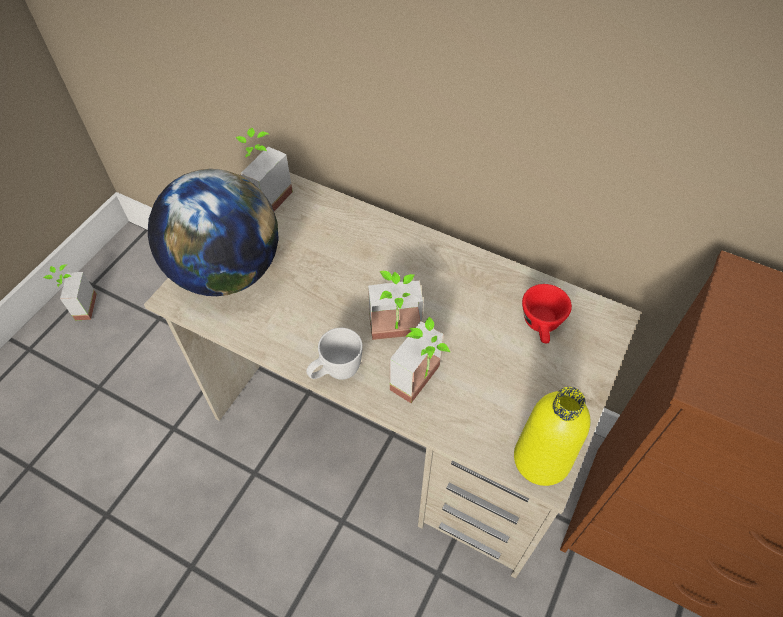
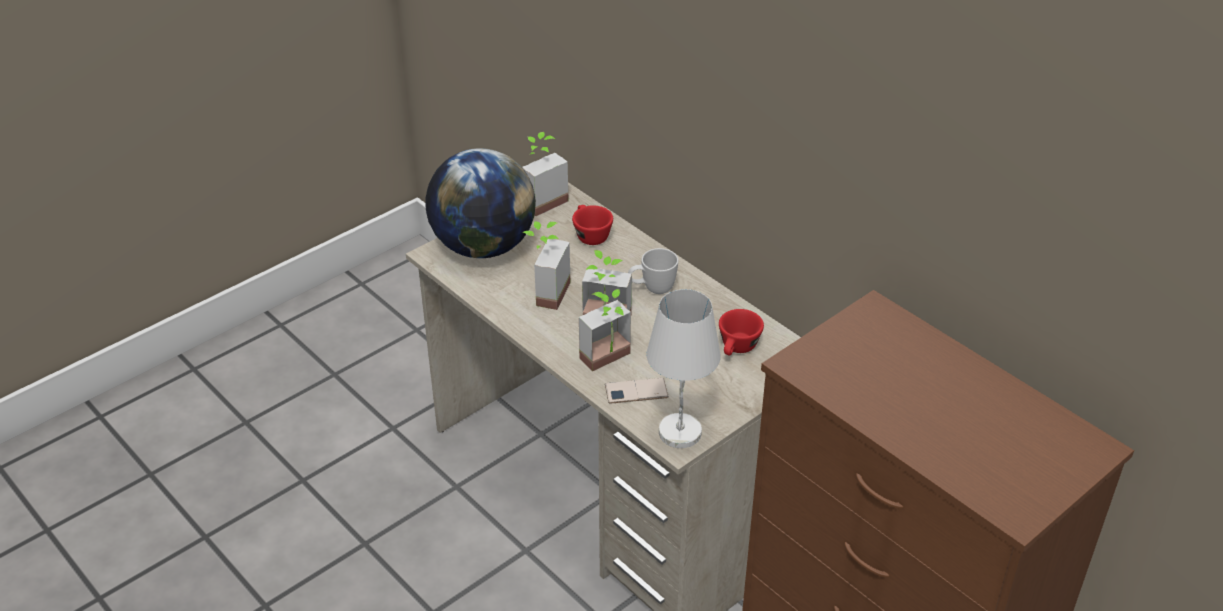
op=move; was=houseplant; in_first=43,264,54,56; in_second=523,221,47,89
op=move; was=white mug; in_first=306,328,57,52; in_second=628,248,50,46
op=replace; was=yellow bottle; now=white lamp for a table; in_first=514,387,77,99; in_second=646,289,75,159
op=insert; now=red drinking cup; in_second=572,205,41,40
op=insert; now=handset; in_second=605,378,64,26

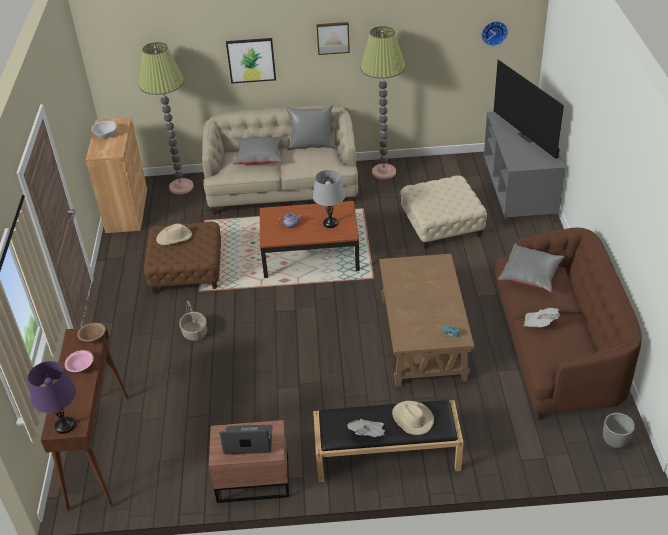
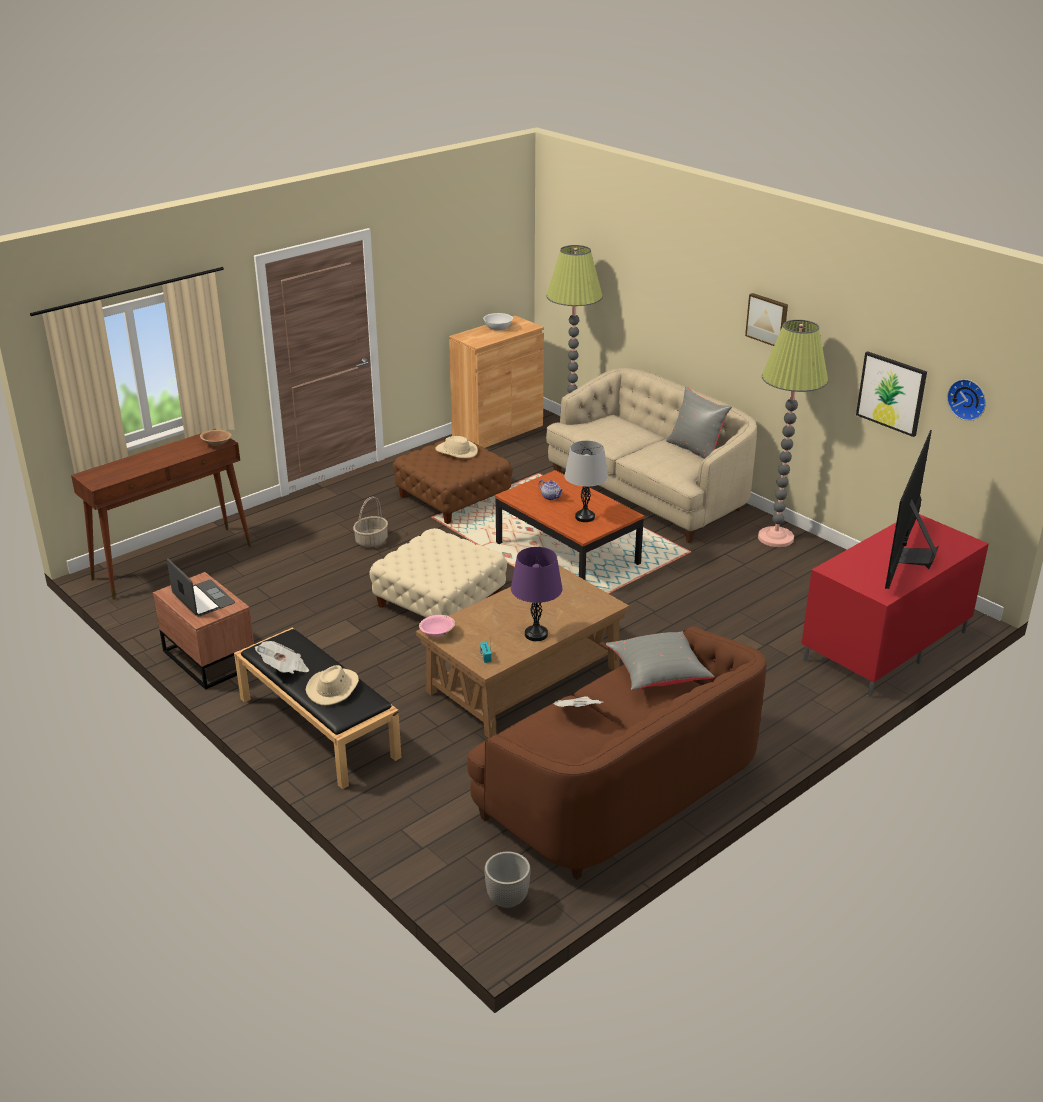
op=move; was=picture; in_first=226,38,50,46; in_second=856,351,71,86
op=recolor; was=gray tv unit; now=red tv unit; in_first=484,111,82,115; in_second=802,514,187,183
op=delete; was=gray throw pillow; in_first=232,136,51,29
op=move; was=beige-coloured footrest; in_first=400,175,87,74; in_second=369,528,138,90
op=move; was=pink-coloured deep dish; in_first=65,350,29,22; in_second=419,615,36,22
op=move; was=purple-coloured lamp for a table; in_first=28,361,48,73; in_second=511,547,52,94

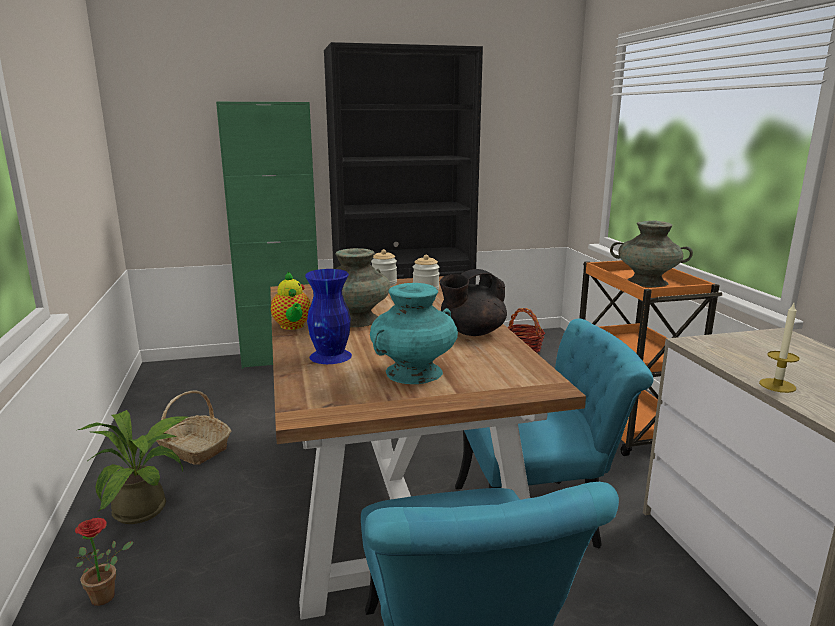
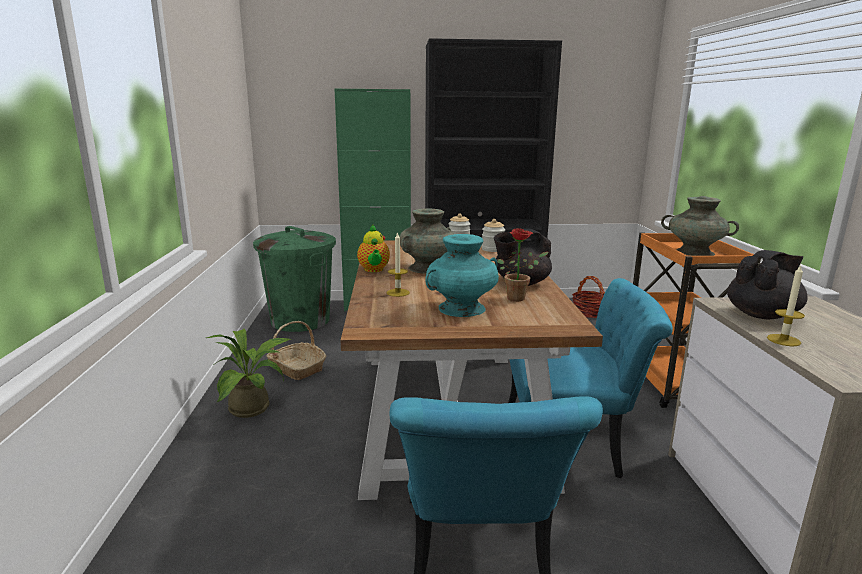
op=replace; was=blue-coloured flower vase; now=candle; in_first=305,269,47,95; in_second=386,232,24,65
op=move; was=houseplant; in_first=75,518,59,88; in_second=497,228,51,73
op=insert; now=green trash can; in_second=253,226,83,106
op=insert; now=blackish teapot; in_second=727,250,81,69

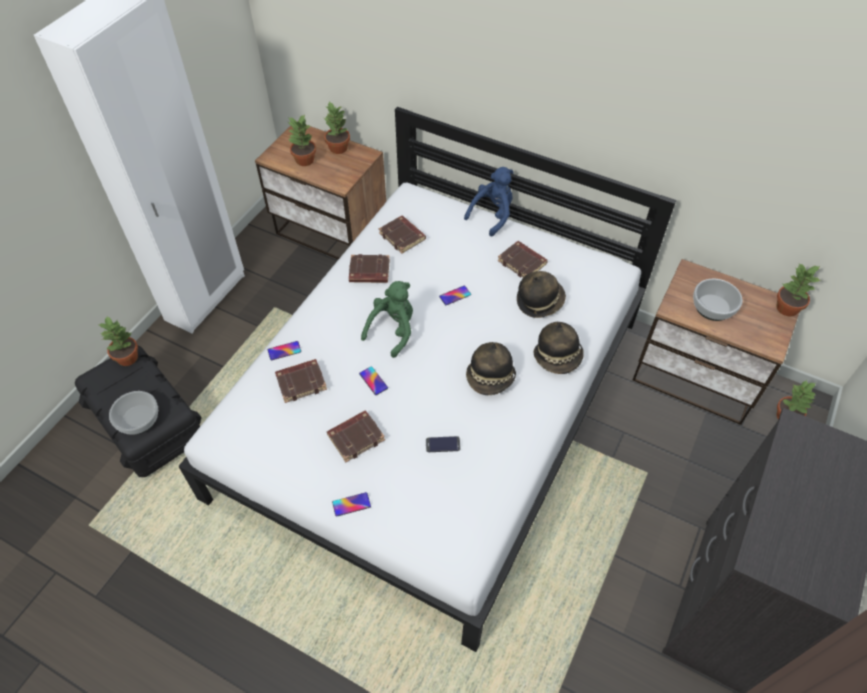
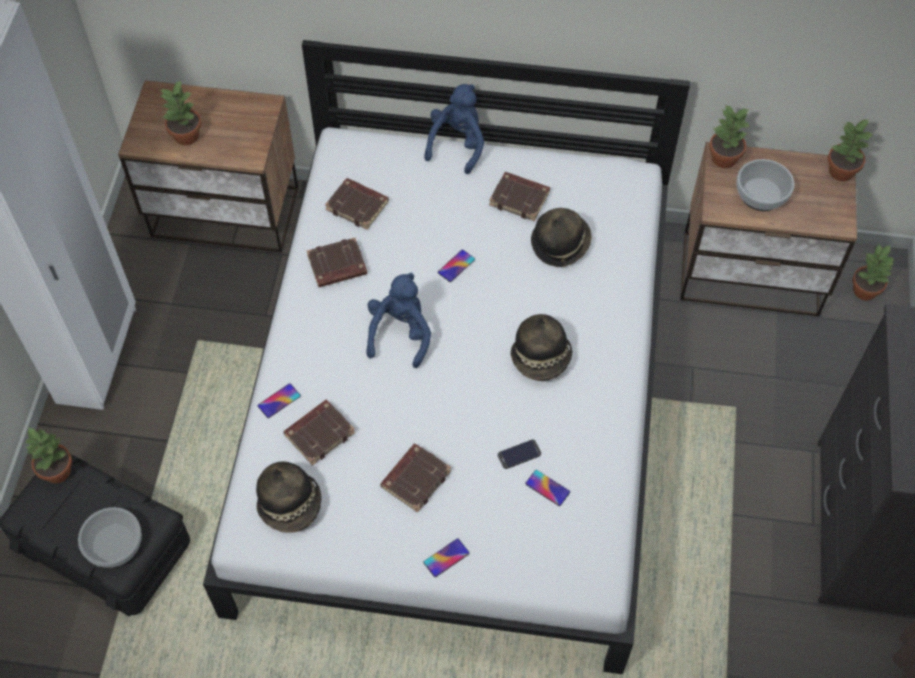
op=move; was=houseplant; in_first=324,102,26,52; in_second=709,104,40,64
op=recolor; was=green soft toy; now=blue-coloured soft toy; in_first=361,281,52,77; in_second=366,273,65,95
op=move; was=wearable hat; in_first=534,322,50,52; in_second=256,461,65,72
op=move; was=handset; in_first=359,367,29,28; in_second=525,470,45,36

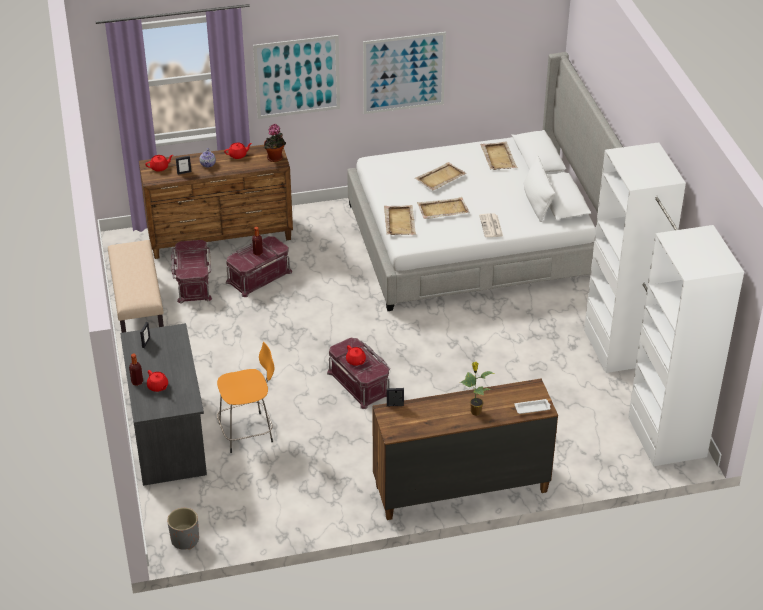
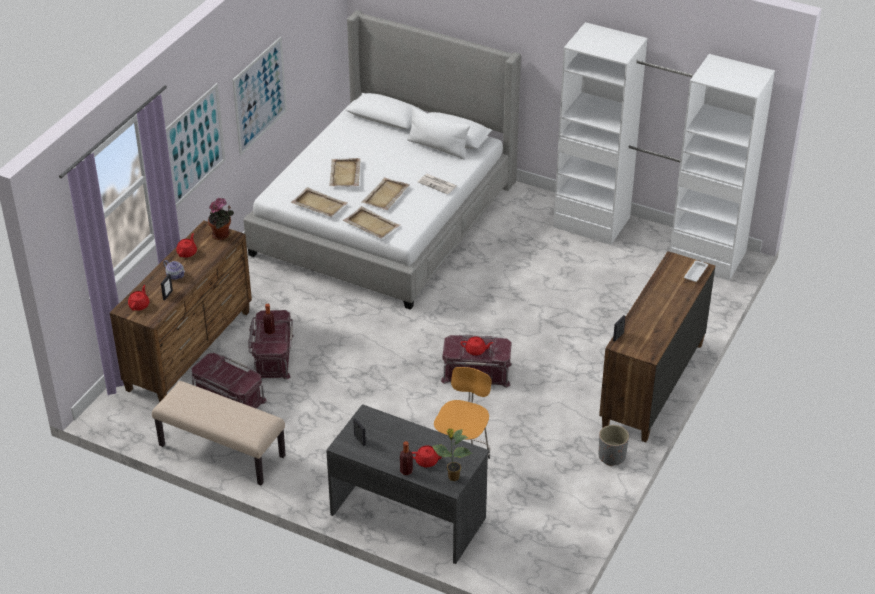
op=move; was=beige-coloured tray; in_first=480,142,38,28; in_second=291,187,57,30
op=move; was=houseplant; in_first=460,362,34,54; in_second=432,429,41,52
op=move; was=gray plant pot; in_first=167,508,32,42; in_second=598,425,31,41

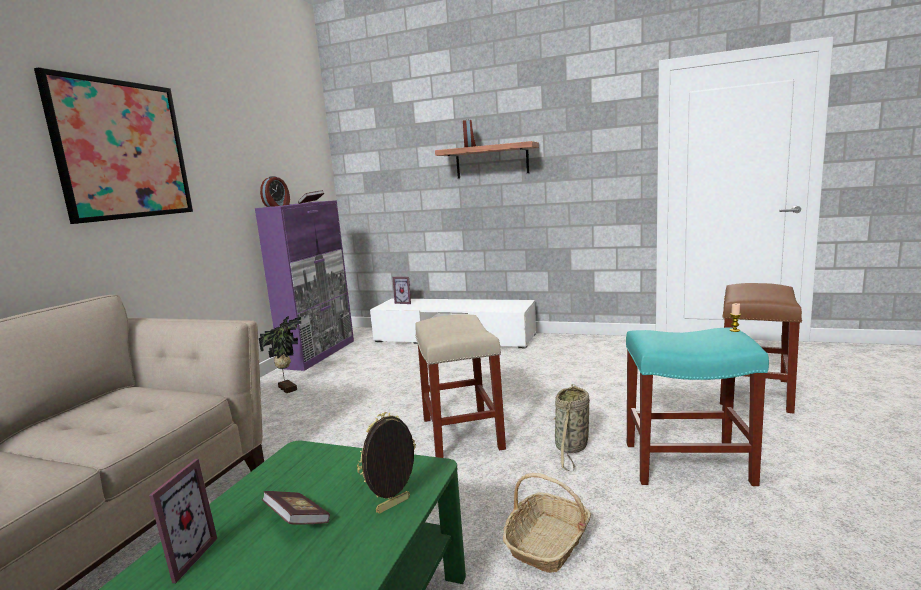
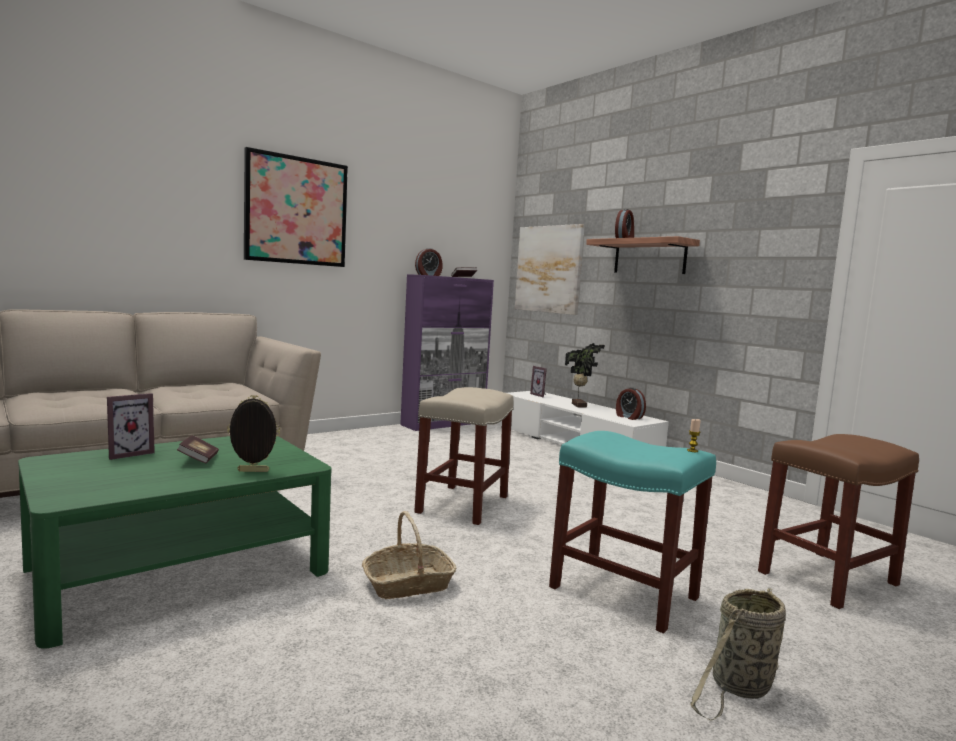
op=move; was=houseplant; in_first=259,316,42,77; in_second=565,343,40,65
op=move; was=household basket; in_first=552,384,38,87; in_second=690,588,96,132
op=insert; now=picture; in_second=515,224,70,91
op=insert; now=bedside clock; in_second=616,387,30,33

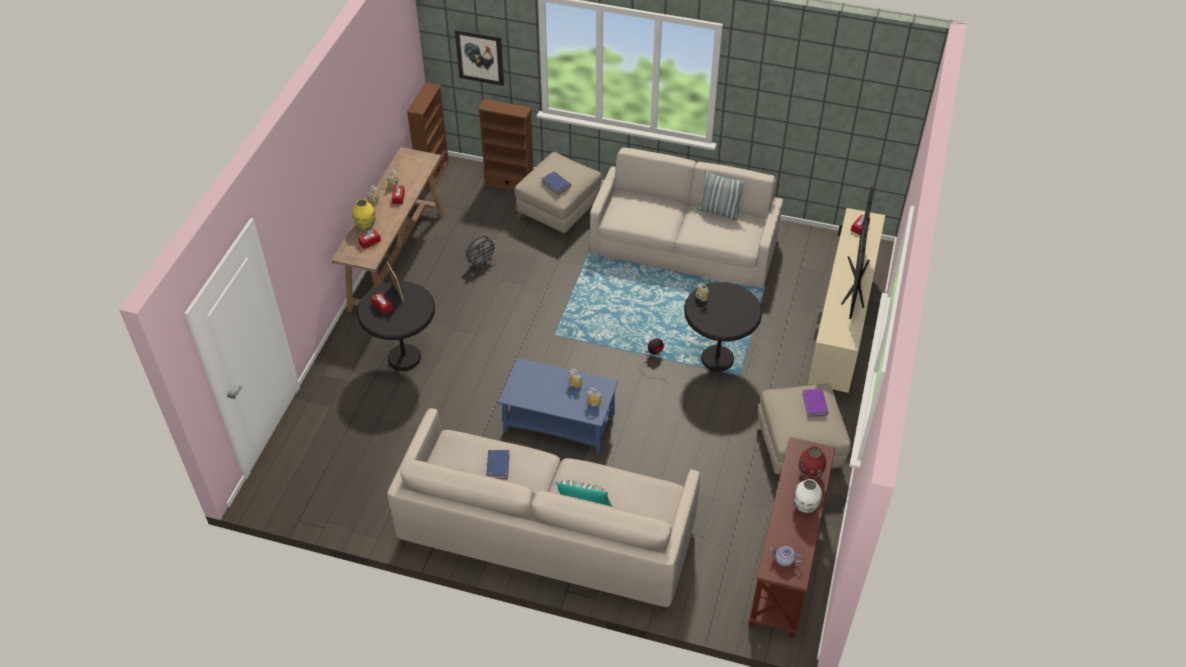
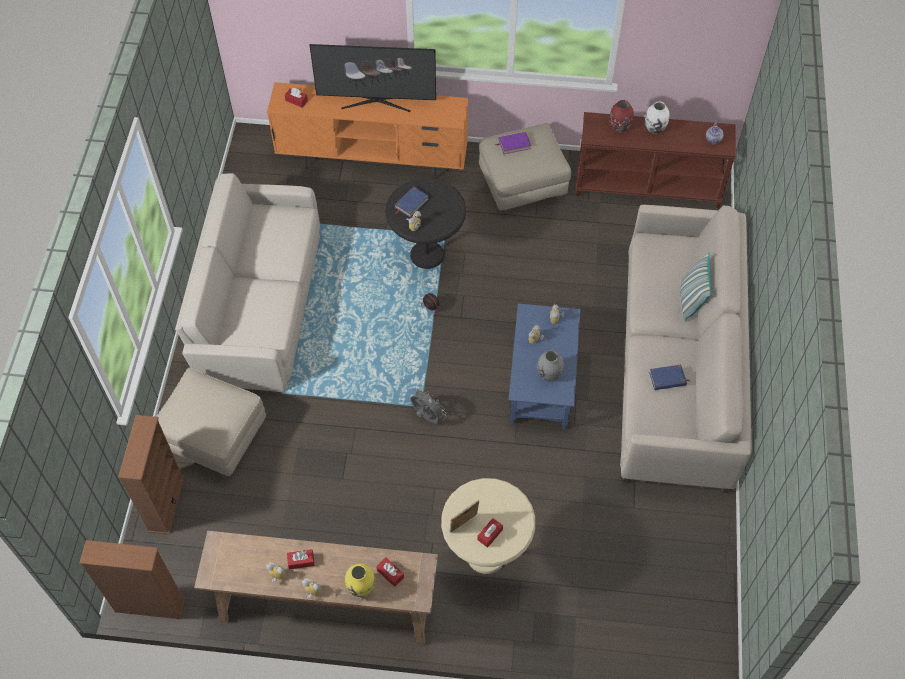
op=delete; was=picture; in_first=455,29,49,57
op=delete; was=throw pillow; in_first=696,170,50,51
op=move; was=blue-coloured book; in_first=541,171,30,24; in_second=394,186,35,31
op=recolor; was=beige-coloured tv unit; now=orangey tv unit; in_first=808,208,77,185; in_second=267,82,201,97
op=move; was=gray fan; in_first=466,236,32,32; in_second=410,388,36,36
op=recolor; was=blackish accent table; now=beige-coloured accent table; in_first=357,281,78,90; in_second=441,478,94,96
op=insert; now=gray flower vase; in_second=537,350,27,31

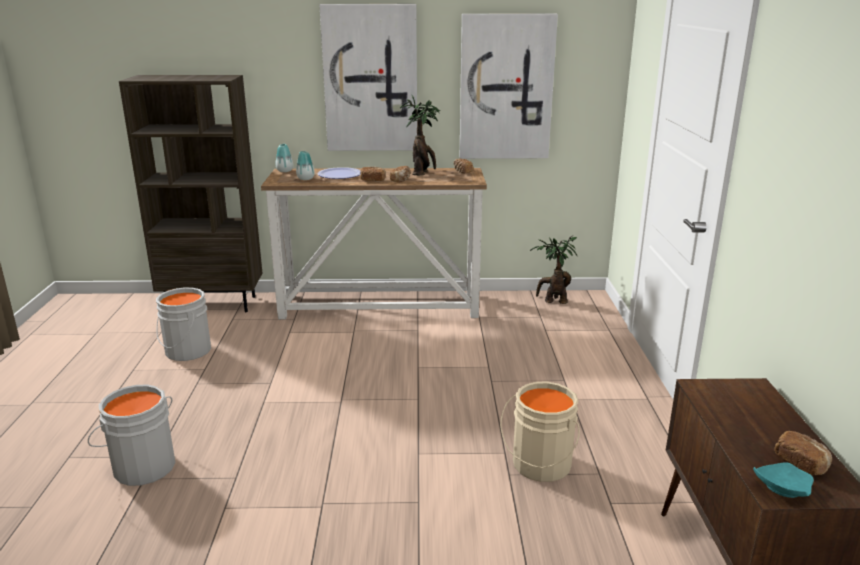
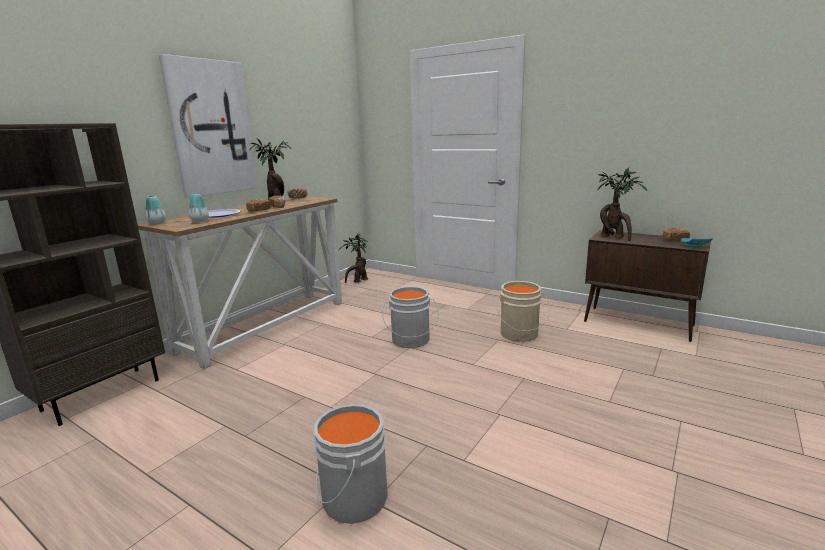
op=delete; was=picture; in_first=460,14,98,145
op=move; was=gray bucket; in_first=156,287,55,74; in_second=382,286,57,62
op=insert; now=houseplant; in_second=597,168,50,73

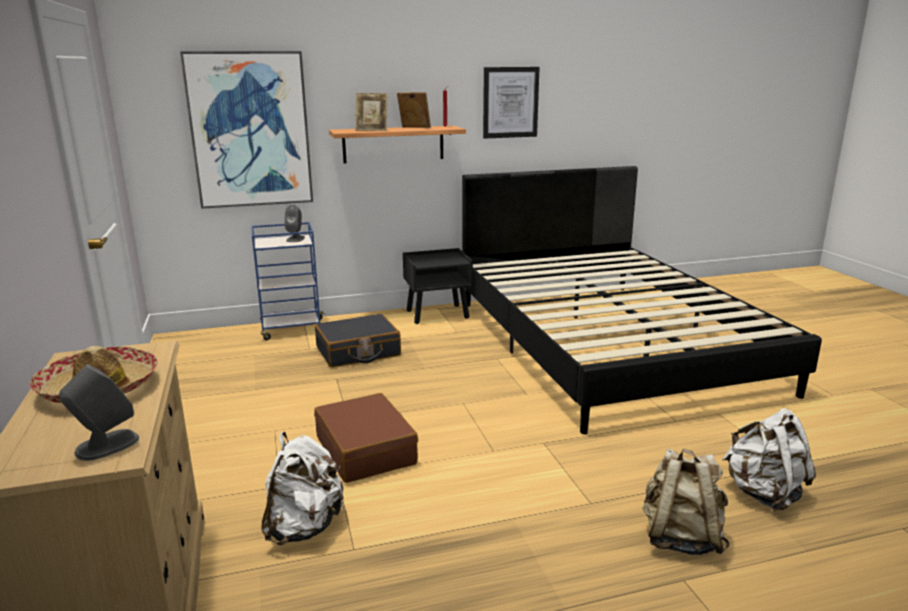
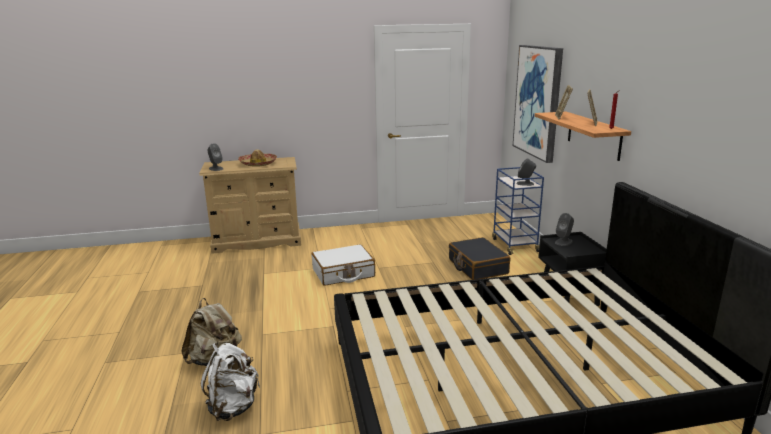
op=delete; was=picture; in_first=483,67,57,72
op=recolor; was=brownish travel case; now=white travel case; in_first=314,393,104,90; in_second=311,244,64,42
op=delete; was=white knapsack; in_first=261,432,84,113
op=insert; now=gray audio speaker; in_second=555,213,19,33

